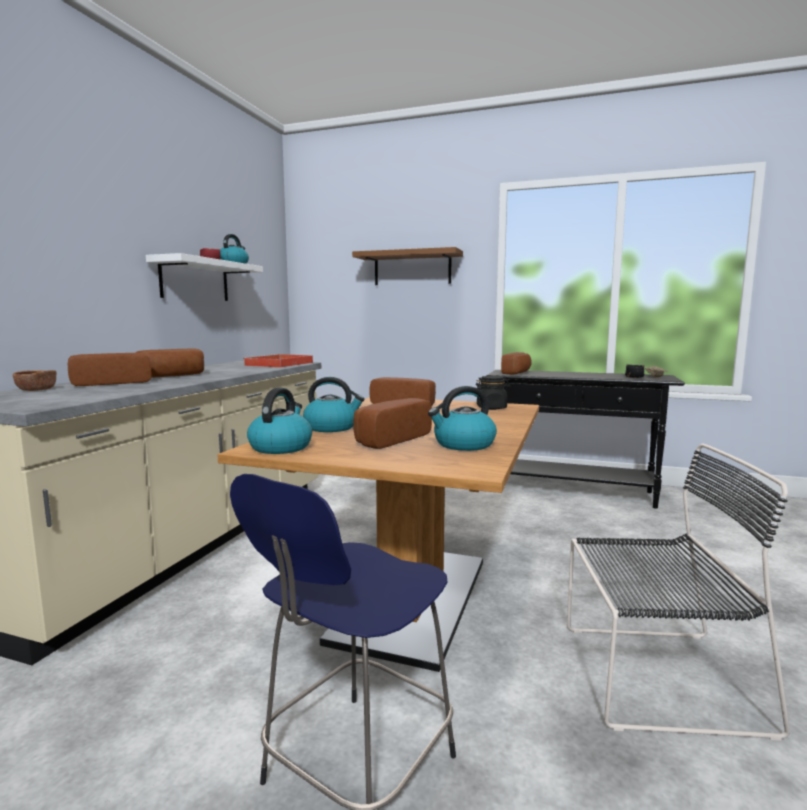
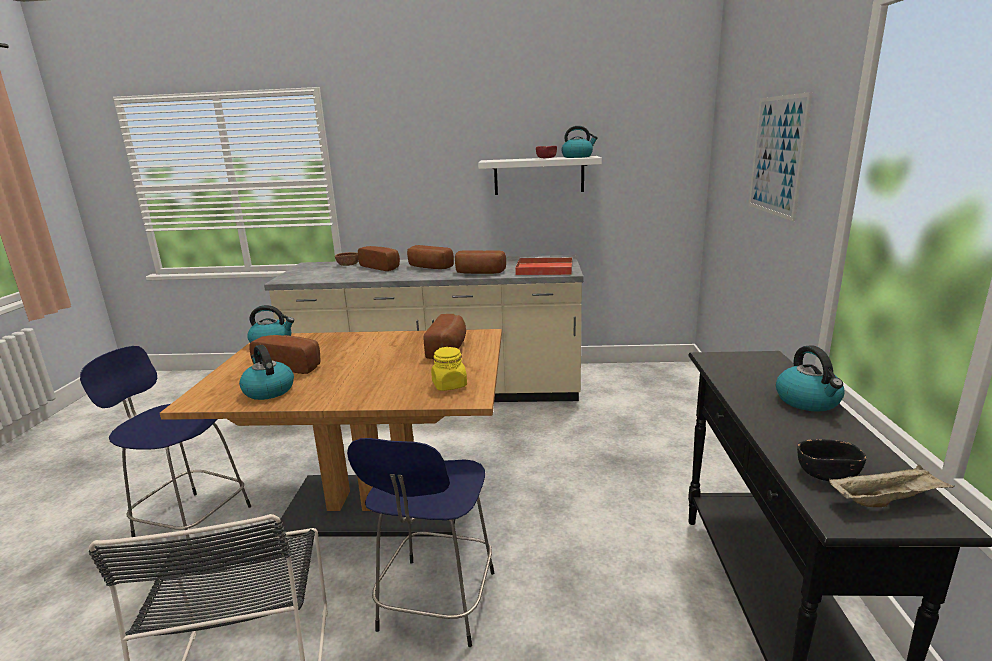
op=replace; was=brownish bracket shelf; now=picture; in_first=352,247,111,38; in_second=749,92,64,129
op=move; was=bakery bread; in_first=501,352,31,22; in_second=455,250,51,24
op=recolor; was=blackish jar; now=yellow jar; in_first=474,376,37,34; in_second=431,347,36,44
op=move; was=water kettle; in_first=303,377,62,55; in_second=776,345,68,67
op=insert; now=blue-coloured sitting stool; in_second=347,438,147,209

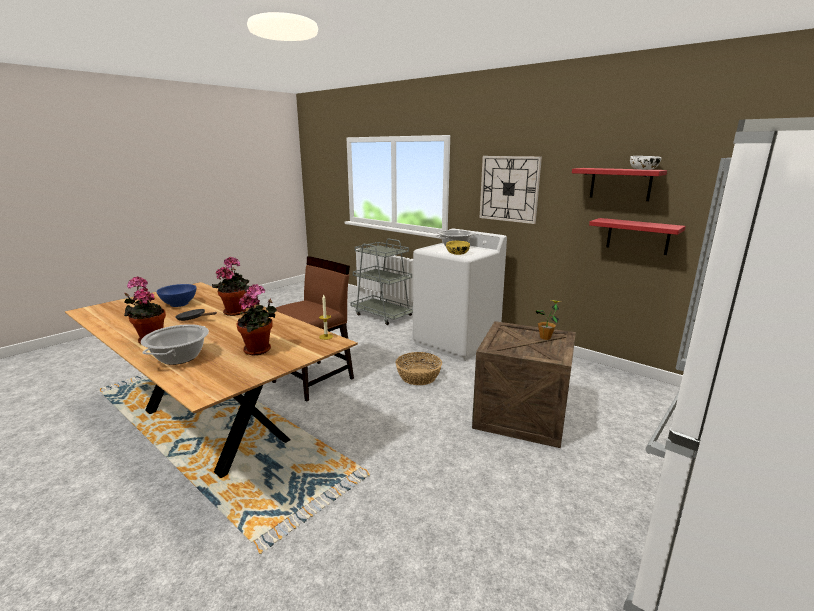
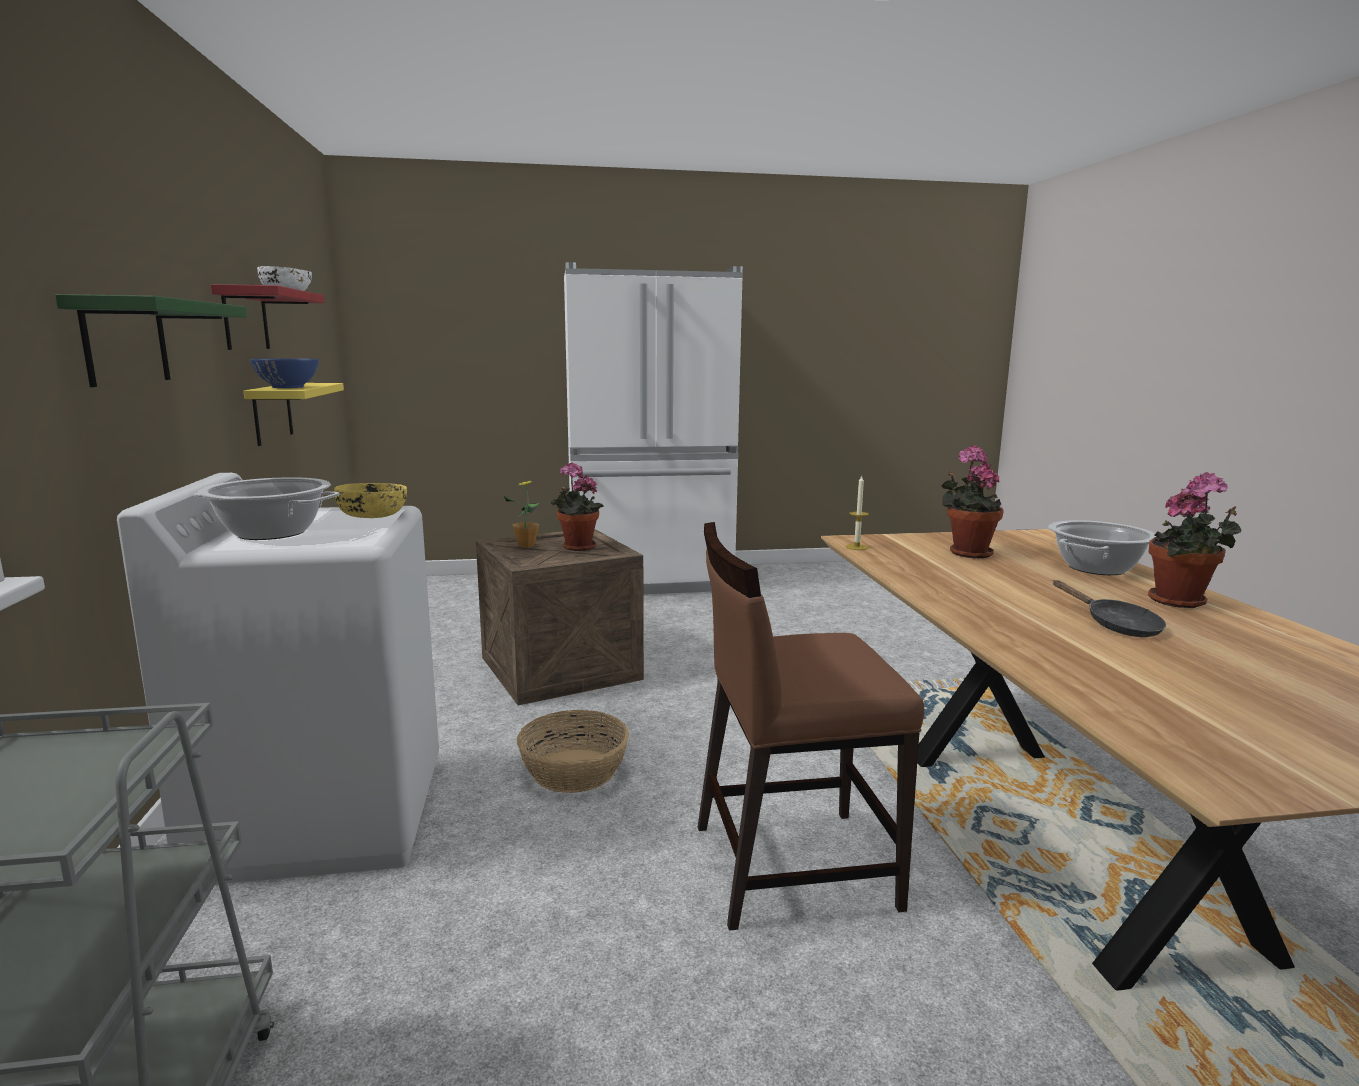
op=replace; was=wall clock; now=green bracket shelf; in_first=480,156,62,68; in_second=55,294,192,93
op=recolor; was=red bracket shelf; now=yellow bracket shelf; in_first=589,218,97,37; in_second=243,383,101,63
op=move; was=houseplant; in_first=212,256,37,60; in_second=551,462,53,89
op=move; was=blue-coloured deep dish; in_first=156,284,41,23; in_second=250,358,69,30

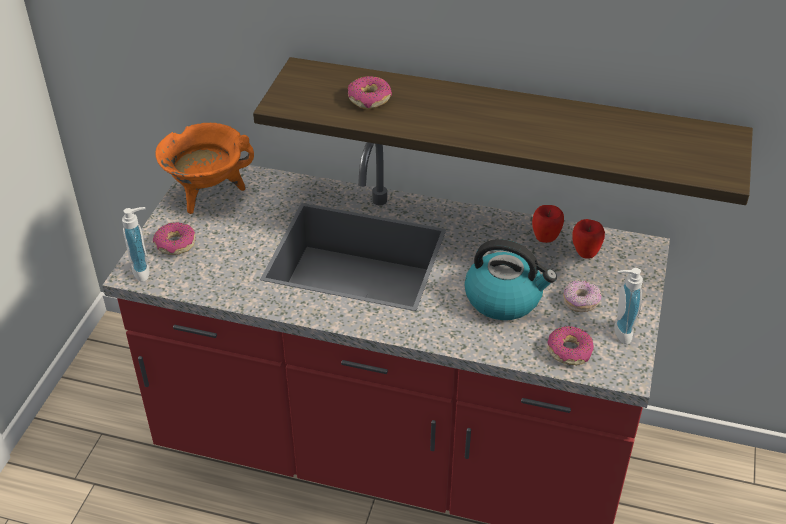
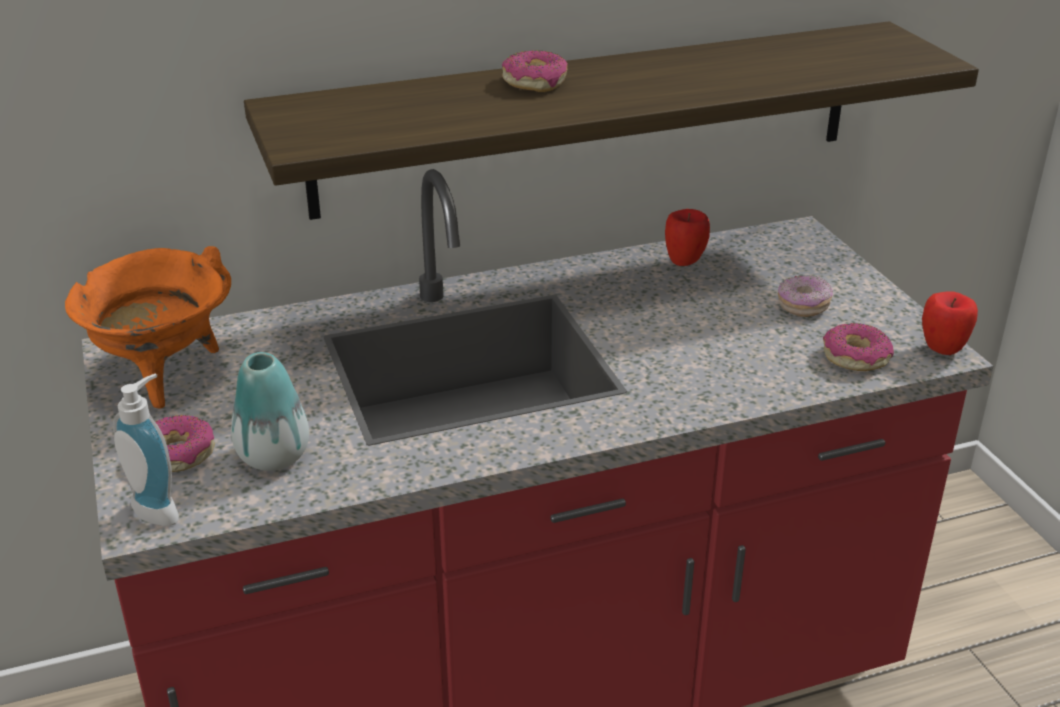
op=move; was=doughnut; in_first=348,76,44,33; in_second=502,51,66,41
op=move; was=apple; in_first=572,219,33,40; in_second=922,292,56,63
op=delete; was=water kettle; in_first=464,239,93,81
op=delete; was=liquid soap bottle; in_first=614,268,29,76
op=insert; now=flower vase; in_second=231,352,78,119

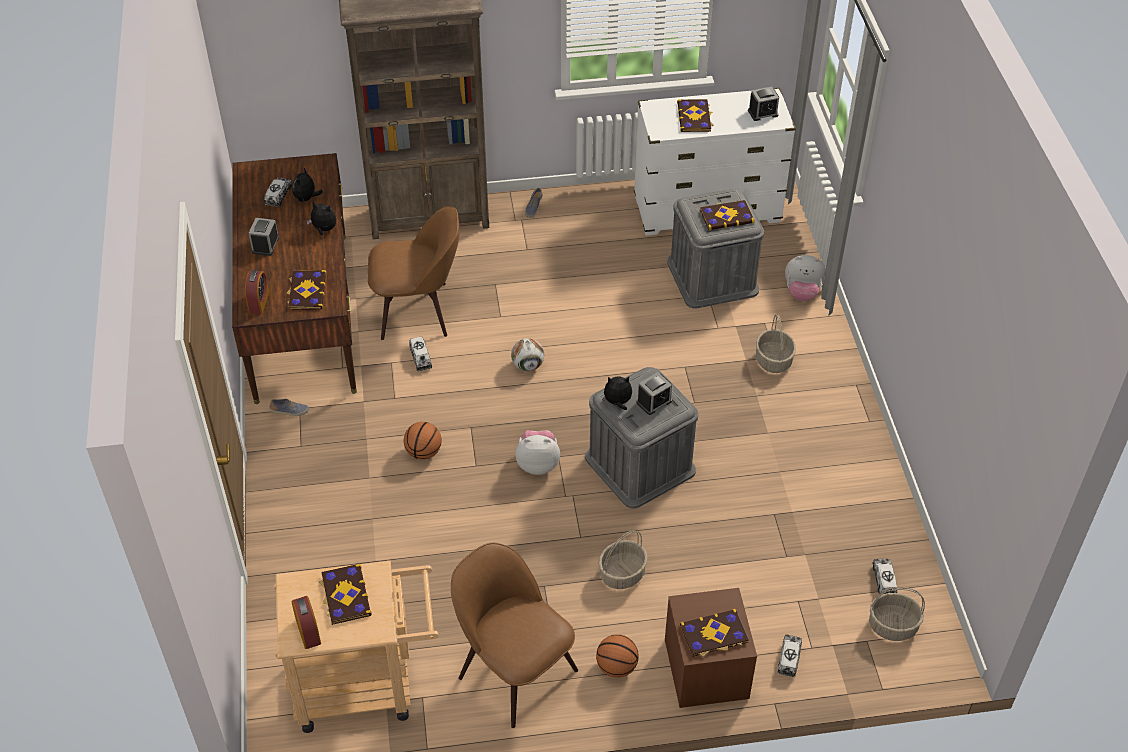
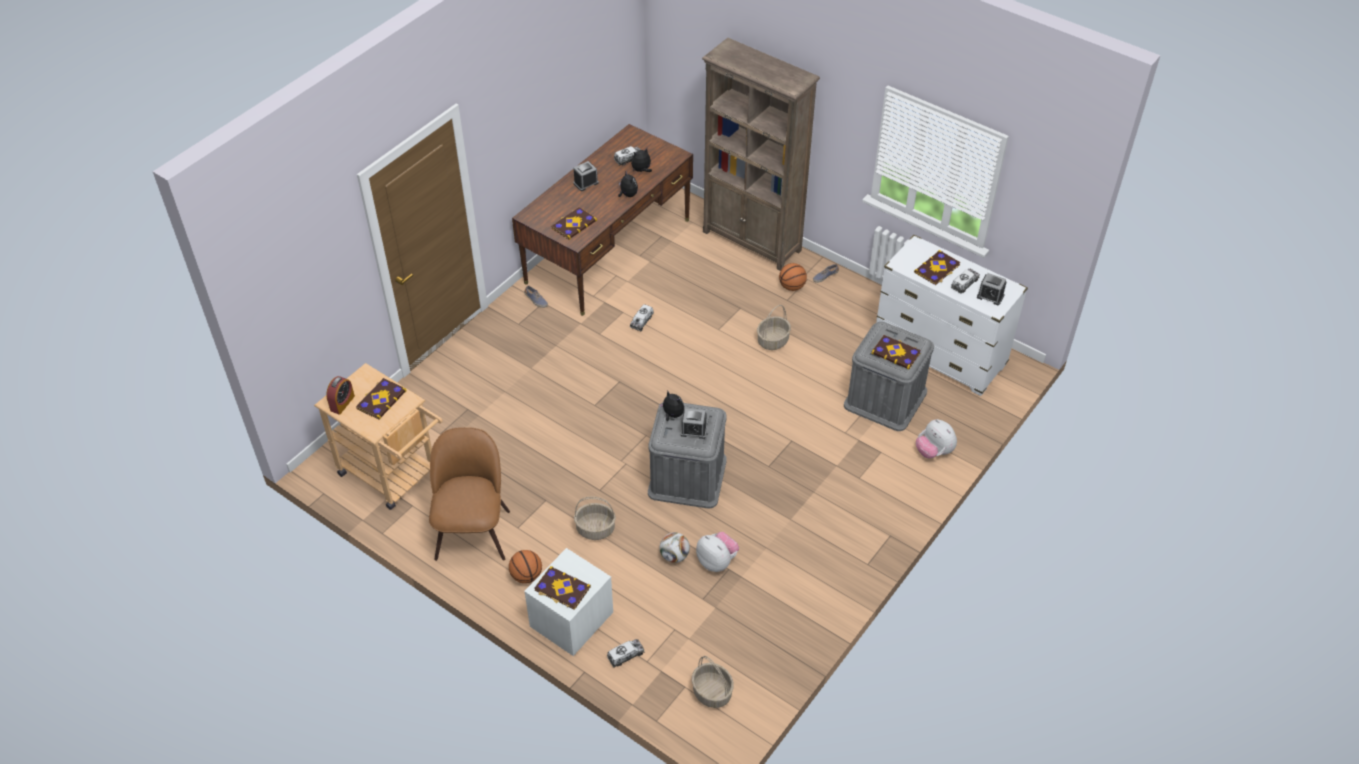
op=delete; was=brownish upright chair; in_first=368,206,91,134
op=delete; was=bedside clock; in_first=245,270,24,44
op=move; was=household basket; in_first=756,314,40,59; in_second=757,305,34,45
op=move; was=football; in_first=511,338,33,33; in_second=660,532,30,31
op=move; was=basketball; in_first=404,422,38,38; in_second=779,263,28,28
op=move; was=soft toy; in_first=515,430,45,45; in_second=696,532,43,40
op=move; was=model truck; in_first=873,559,24,35; in_second=951,269,29,25
op=recolor; was=brownish bedside table; now=white bedside table; in_first=665,588,92,120; in_second=524,548,89,108

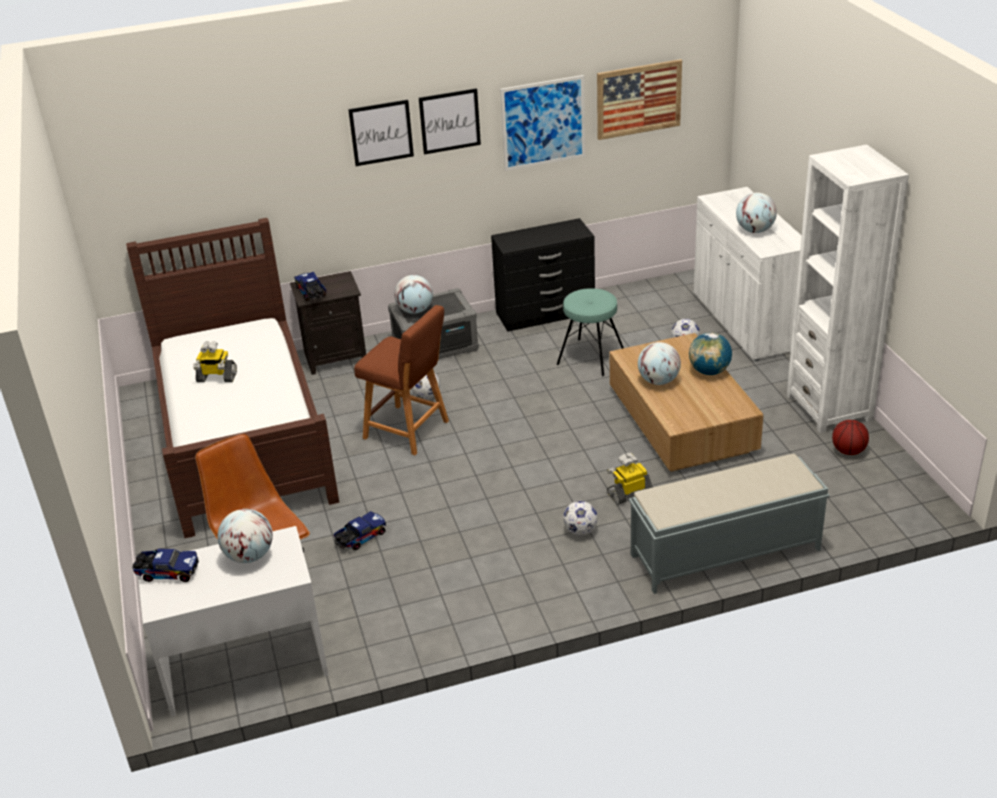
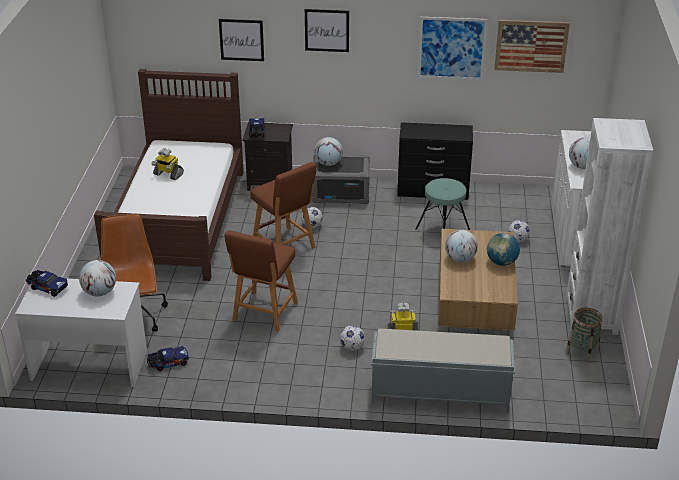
op=move; was=picture; in_first=419,88,62,66; in_second=219,19,45,42
op=replace; was=basketball; now=household basket; in_first=832,420,37,35; in_second=565,307,37,56
op=move; was=model truck; in_first=334,511,52,39; in_second=147,346,42,25
op=insert; now=brownish sitting stool; in_second=224,230,74,102

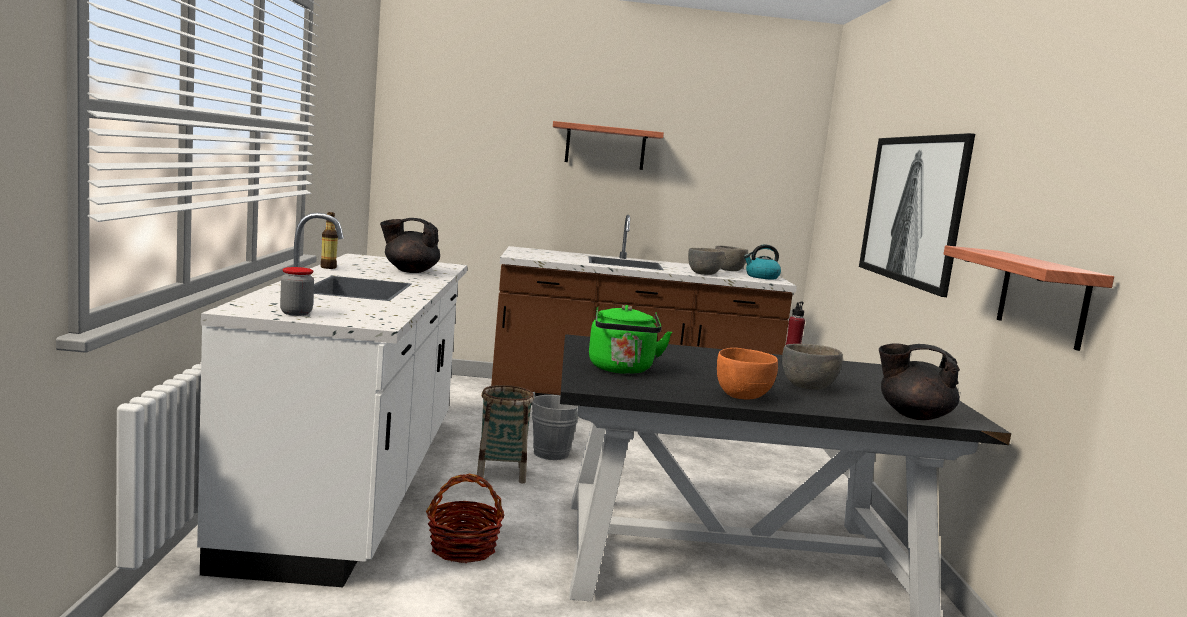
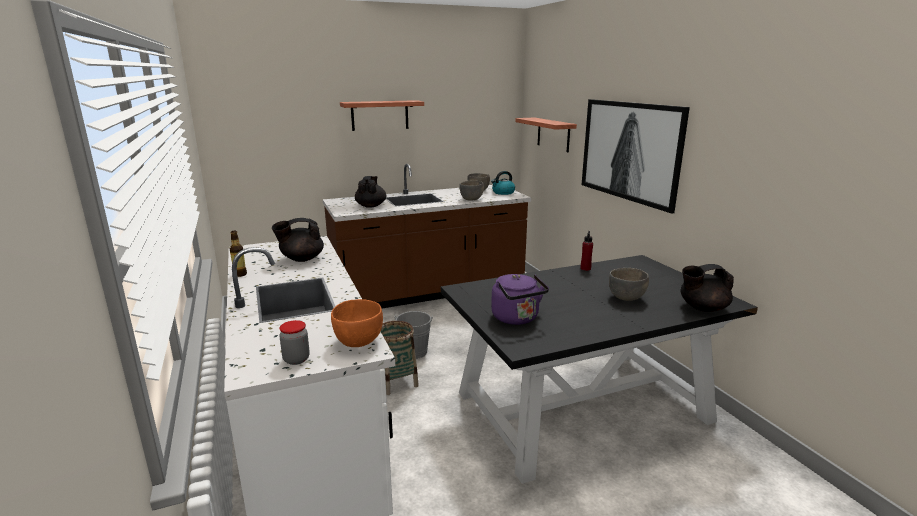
op=move; was=bracket shelf; in_first=943,245,171,106; in_second=515,117,62,36
op=recolor; was=green water kettle; now=purple-coloured water kettle; in_first=589,305,83,69; in_second=491,274,58,51
op=move; was=orangey deep dish; in_first=717,348,61,51; in_second=331,299,52,48
op=delete; was=household basket; in_first=426,474,79,89
op=insert; now=blackish teapot; in_second=355,176,31,32

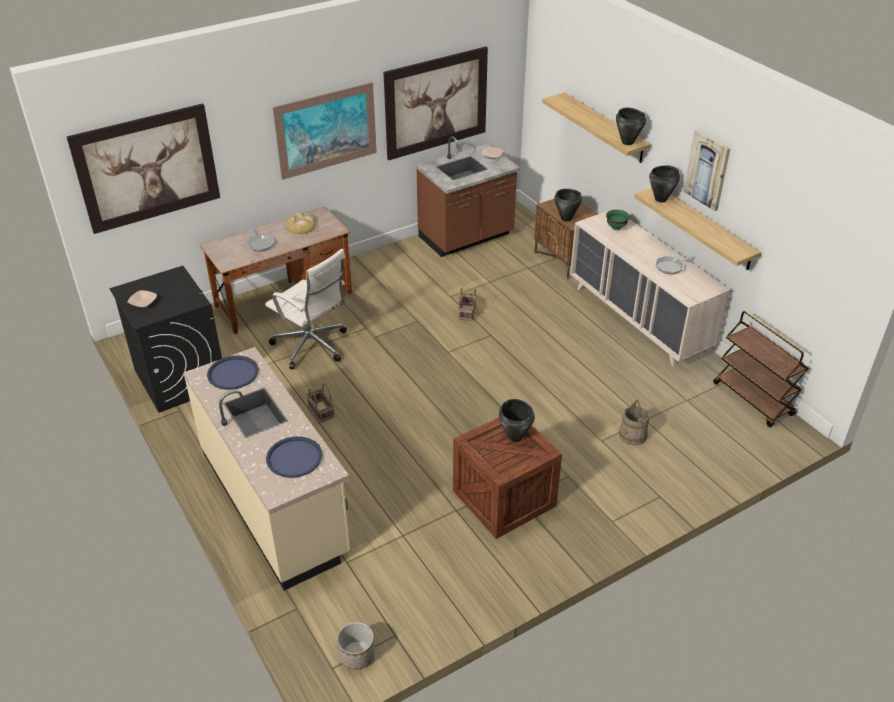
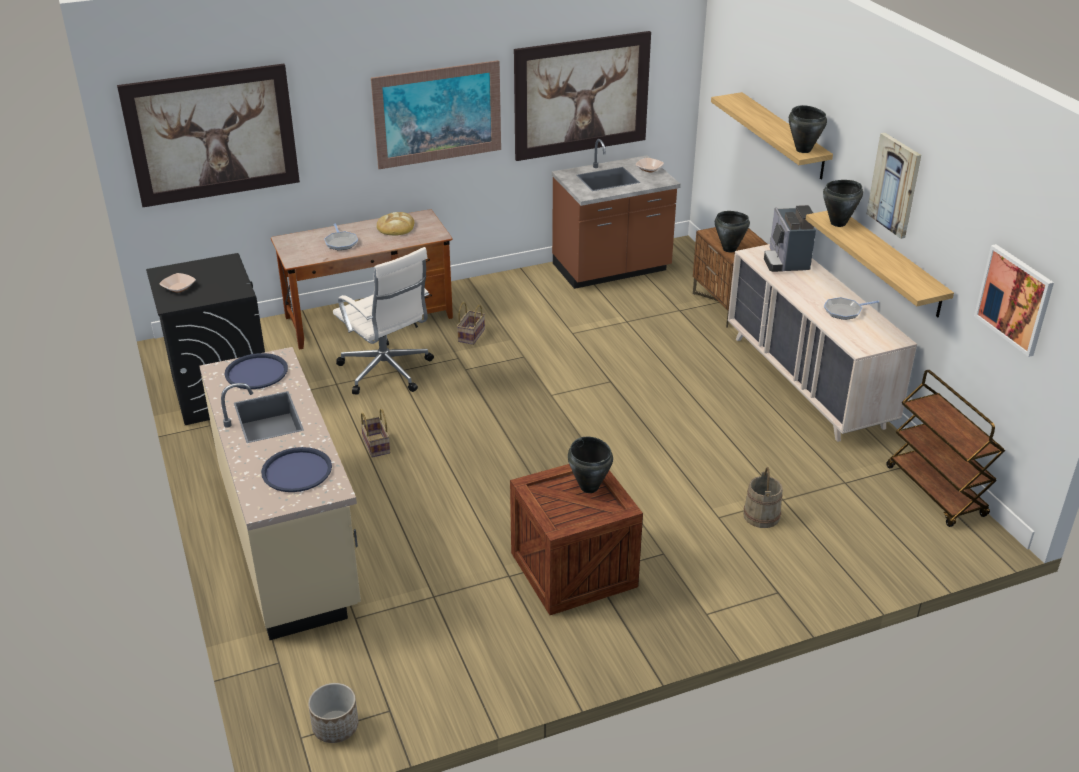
op=replace; was=green deep dish; now=coffee maker; in_first=606,210,24,20; in_second=764,205,52,67
op=move; was=household basket; in_first=459,287,18,34; in_second=457,302,28,43
op=insert; now=picture; in_second=974,244,80,113

